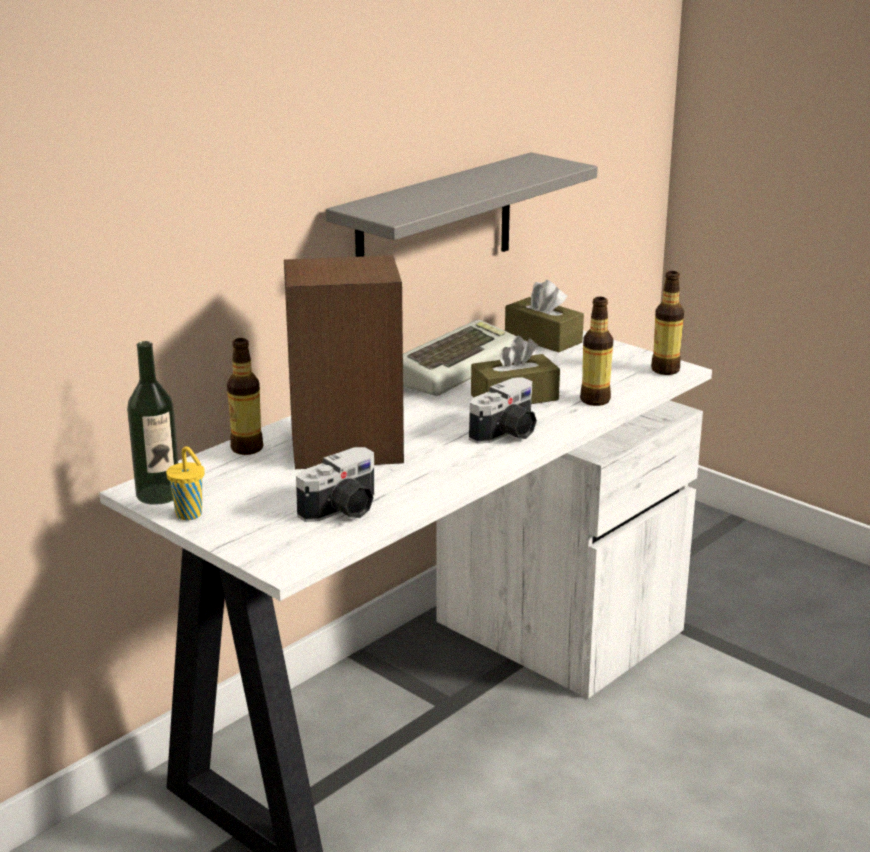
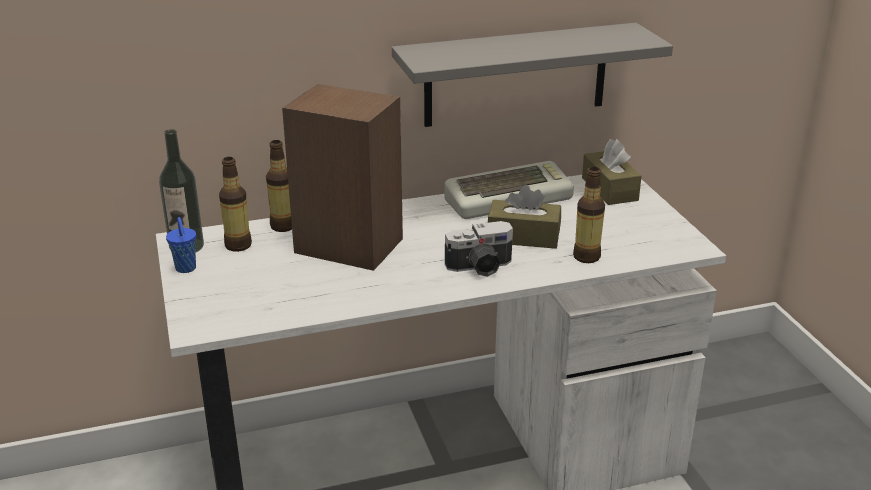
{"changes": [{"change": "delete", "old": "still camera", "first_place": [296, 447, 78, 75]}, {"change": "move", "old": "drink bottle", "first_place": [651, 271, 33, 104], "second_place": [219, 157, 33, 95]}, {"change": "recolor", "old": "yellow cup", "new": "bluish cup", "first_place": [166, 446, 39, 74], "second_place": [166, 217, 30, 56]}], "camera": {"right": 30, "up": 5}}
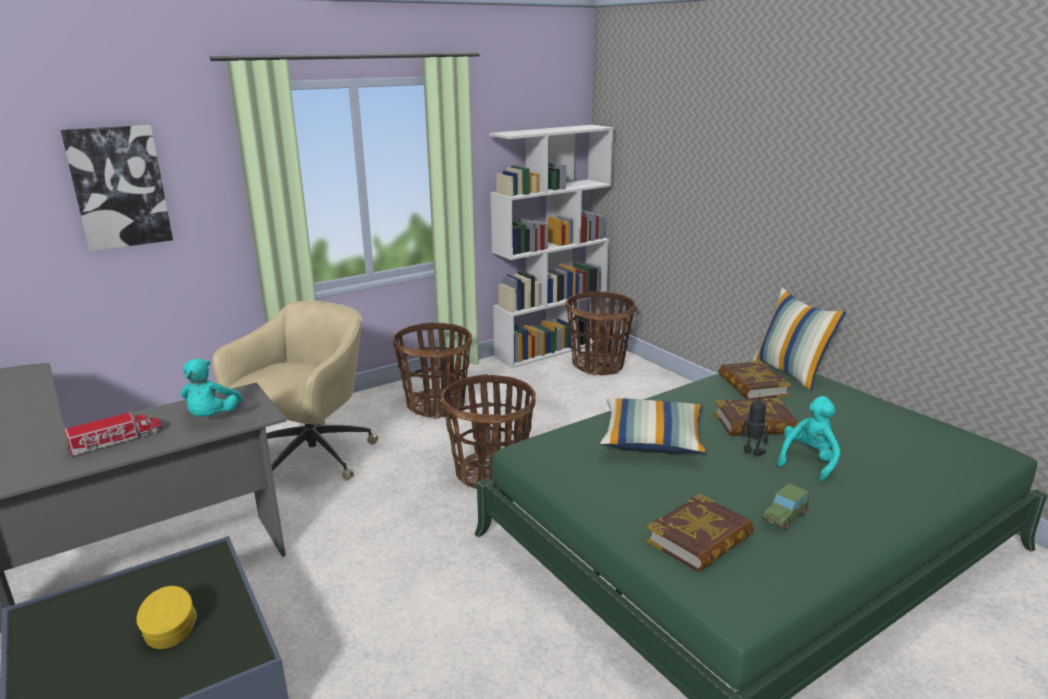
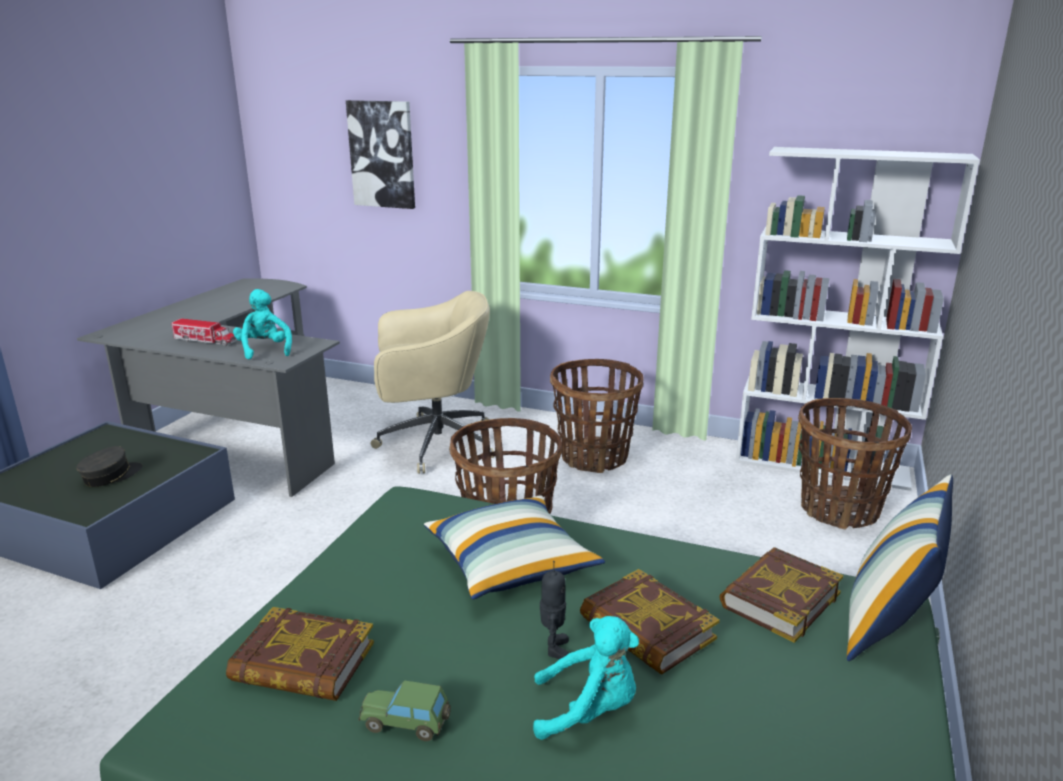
{"changes": [{"change": "recolor", "old": "yellow baseball cap", "new": "greyish baseball cap", "first_place": [137, 586, 60, 63], "second_place": [76, 446, 67, 41]}, {"change": "rotate", "old": "blue-green soft toy", "first_place": [181, 359, 63, 58], "second_place": [233, 289, 59, 71], "degrees": 105}], "camera": {"right": 55, "up": 0}}
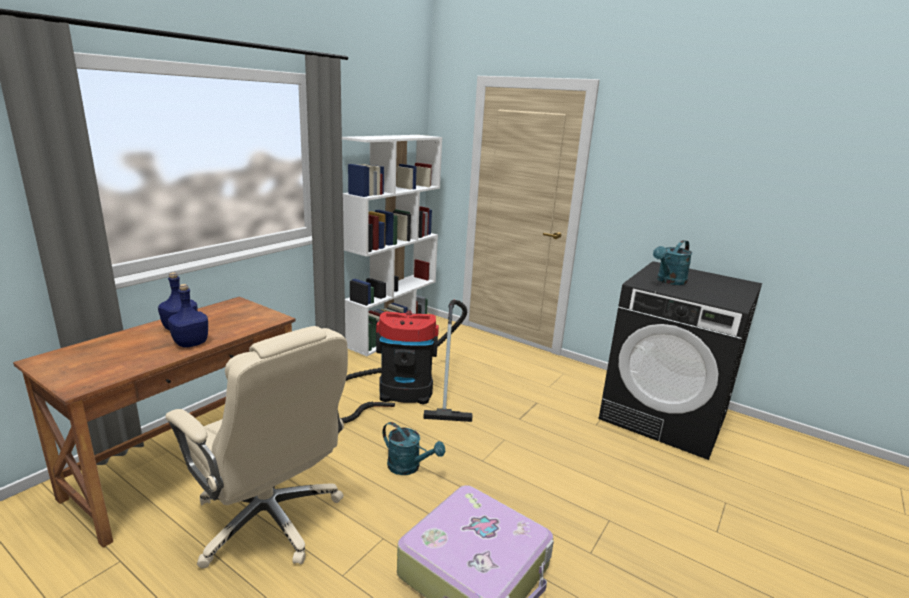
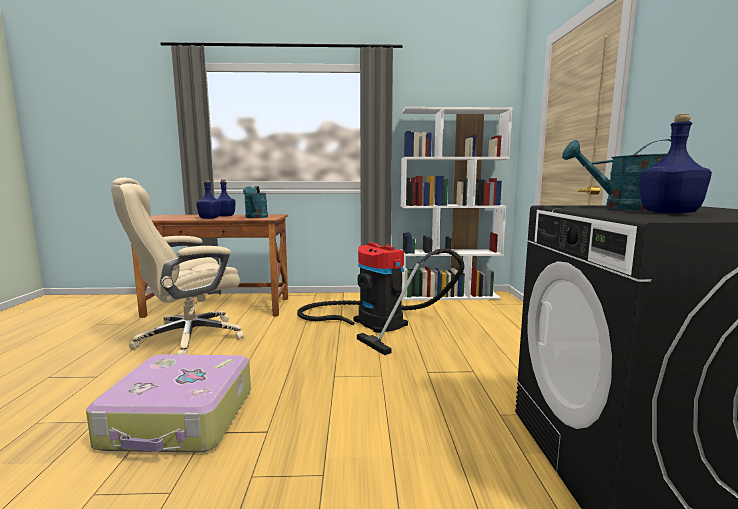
{"changes": [{"change": "insert", "new": "bluish drink bottle", "second_place": [640, 114, 72, 100]}, {"change": "move", "old": "blue-green watering can", "first_place": [382, 422, 63, 53], "second_place": [243, 186, 25, 32]}, {"change": "rotate", "old": "beige-coloured desk chair", "first_place": [165, 326, 183, 242], "second_place": [111, 178, 133, 177], "degrees": 45}], "camera": {"right": 55, "up": -10}}
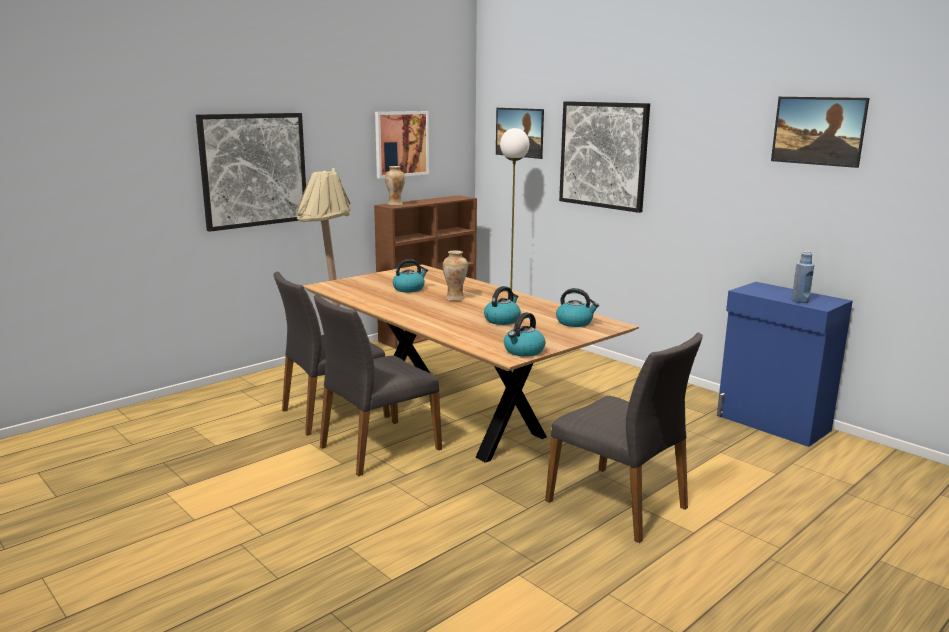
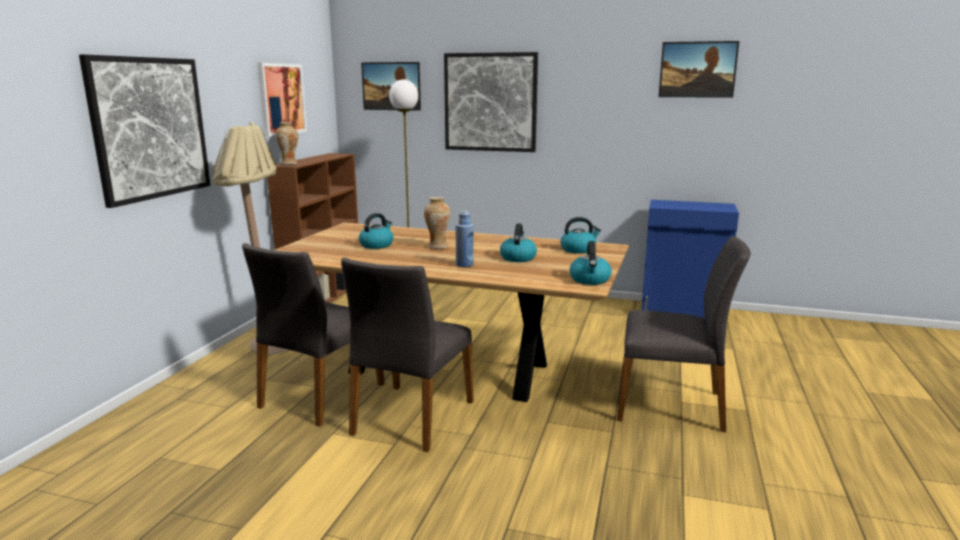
{"changes": [{"change": "move", "old": "bluish drink bottle", "first_place": [792, 251, 22, 52], "second_place": [456, 211, 18, 56]}], "camera": {"right": -30, "up": 0}}
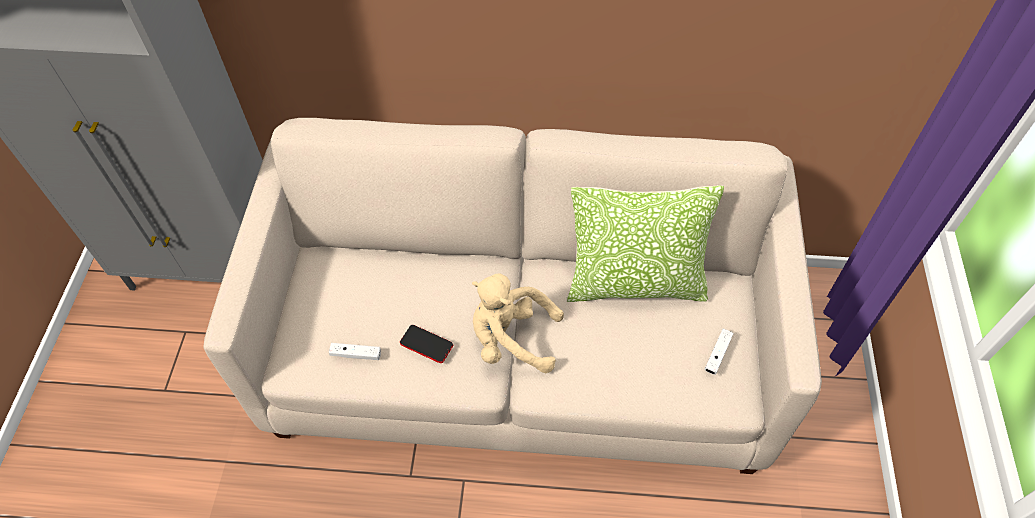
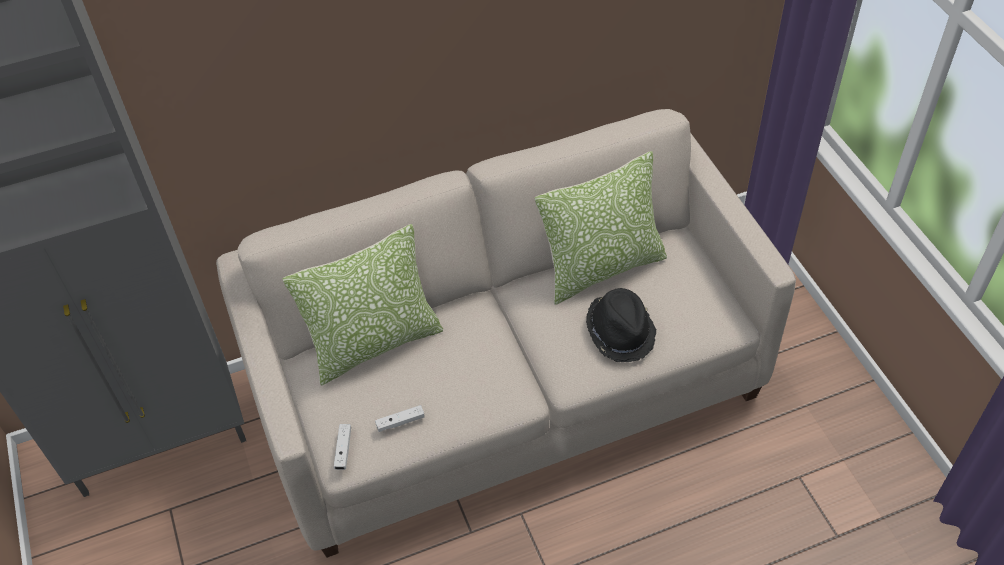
{"changes": [{"change": "delete", "old": "telephone", "first_place": [400, 325, 53, 38]}, {"change": "delete", "old": "beige-coloured soft toy", "first_place": [472, 274, 92, 99]}, {"change": "insert", "new": "cushion", "second_place": [282, 224, 161, 162]}, {"change": "insert", "new": "black hat", "second_place": [586, 288, 71, 74]}, {"change": "move", "old": "white-coloured joypad", "first_place": [704, 329, 29, 46], "second_place": [334, 424, 17, 46]}], "camera": {"right": -25, "up": -5}}
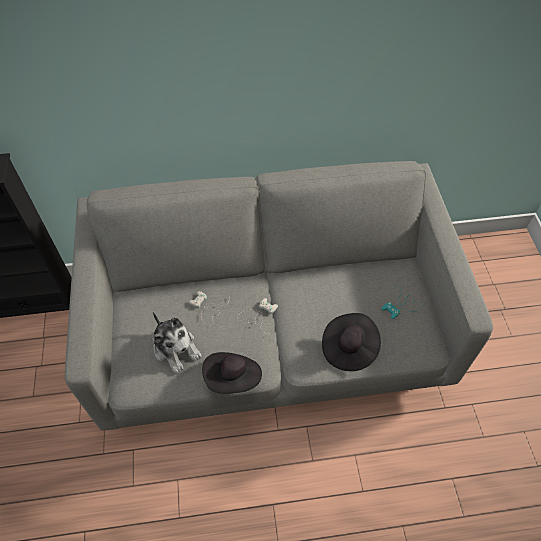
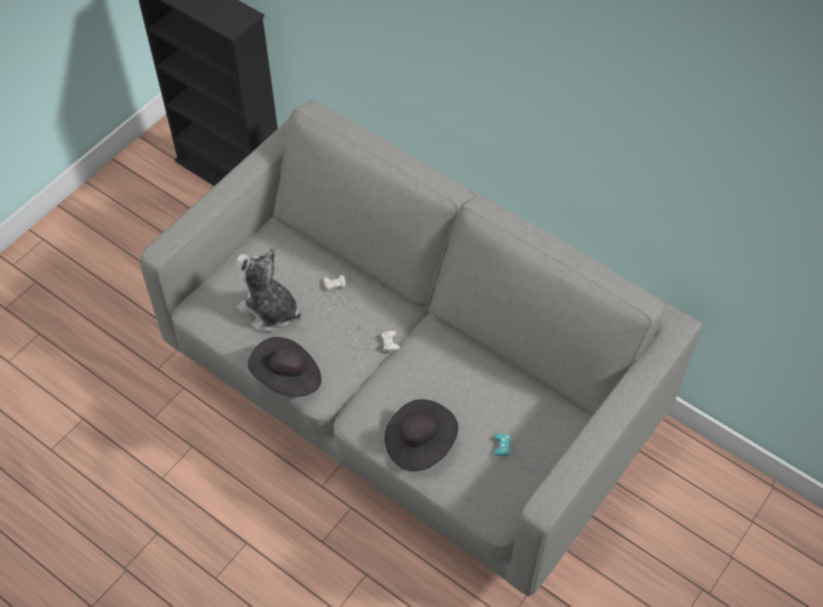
{"changes": [{"change": "rotate", "old": "soft toy", "first_place": [151, 312, 51, 62], "second_place": [236, 247, 65, 85], "degrees": 120}], "camera": {"right": 45, "up": 0}}
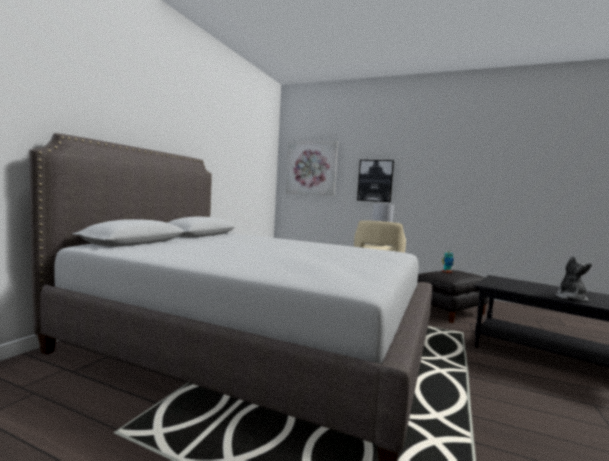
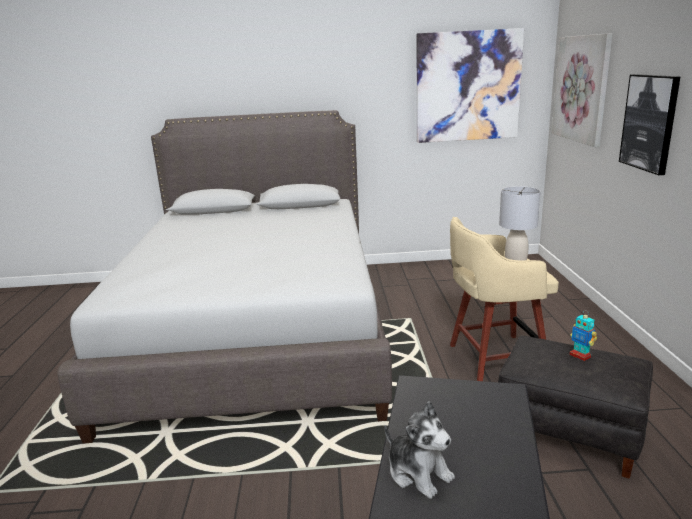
{"changes": [{"change": "insert", "new": "picture", "second_place": [417, 28, 107, 115]}, {"change": "rotate", "old": "soft toy", "first_place": [555, 256, 37, 46], "second_place": [385, 401, 70, 98], "degrees": 45}], "camera": {"right": 65, "up": 15}}
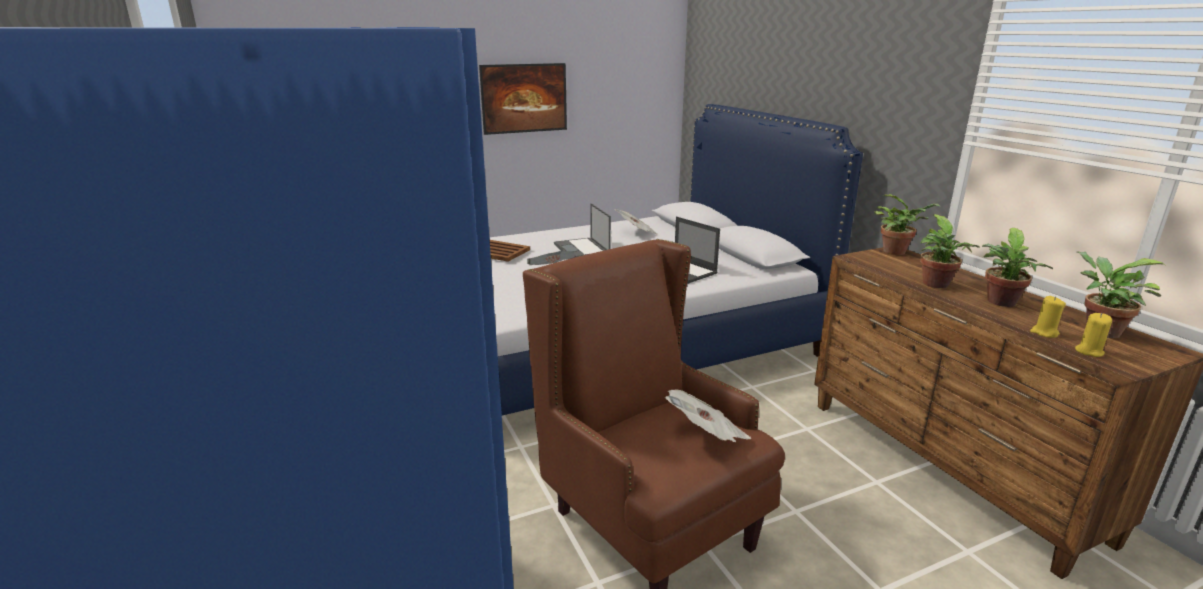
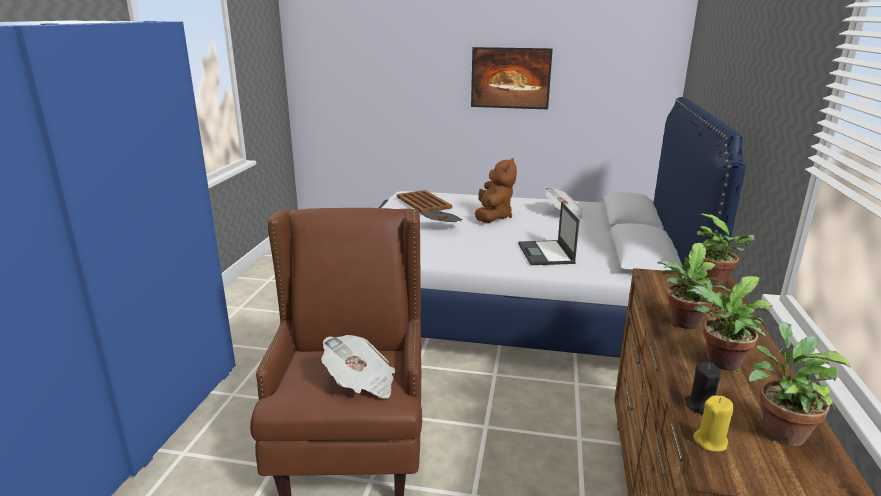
{"changes": [{"change": "replace", "old": "portable computer", "new": "brown soft toy", "first_place": [554, 203, 57, 56], "second_place": [475, 158, 42, 65]}, {"change": "recolor", "old": "yellow candle", "new": "black candle", "first_place": [1030, 296, 36, 42], "second_place": [685, 362, 36, 52]}], "camera": {"right": 35, "up": 0}}
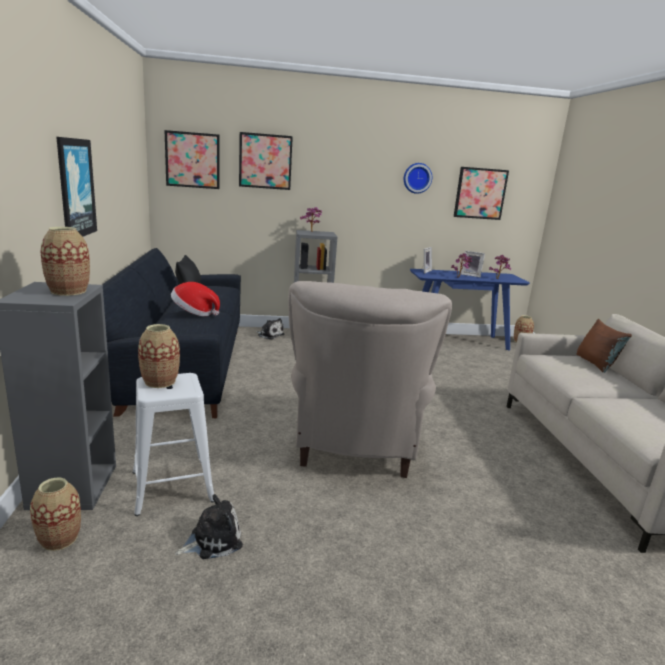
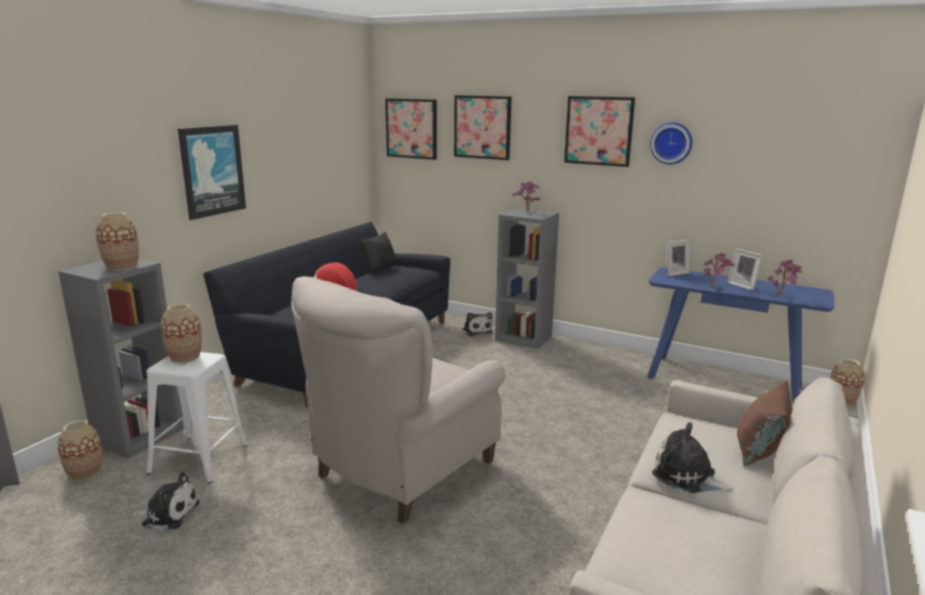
{"changes": [{"change": "insert", "new": "soft toy", "second_place": [652, 422, 82, 71]}, {"change": "move", "old": "picture", "first_place": [454, 167, 55, 53], "second_place": [564, 96, 71, 71]}], "camera": {"right": 35, "up": 0}}
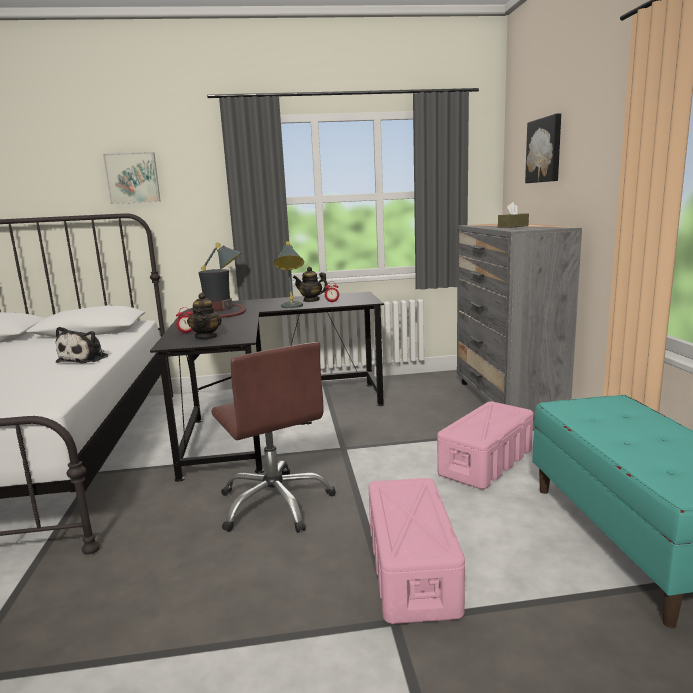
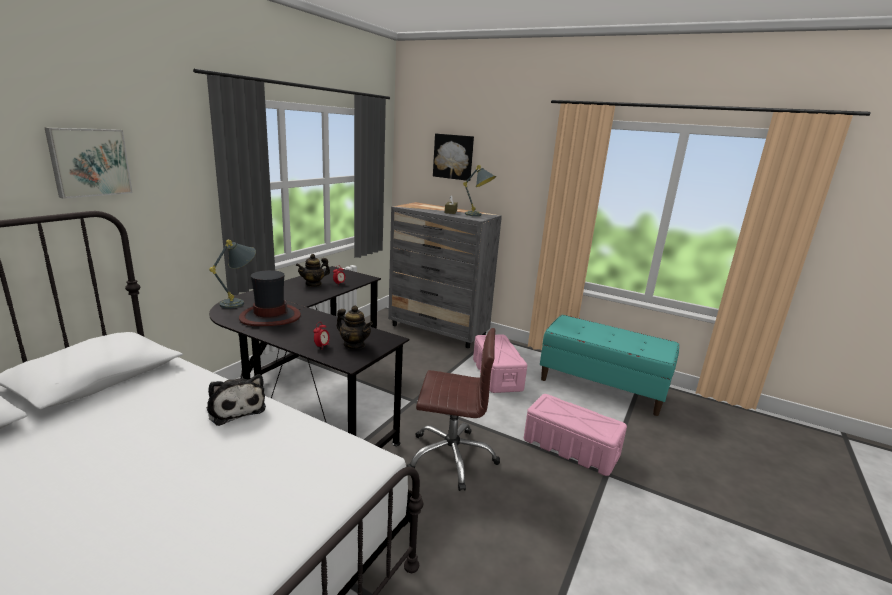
{"changes": [{"change": "move", "old": "greyish tabletop lamp", "first_place": [274, 241, 30, 67], "second_place": [463, 165, 33, 51]}], "camera": {"right": -55, "up": 5}}
